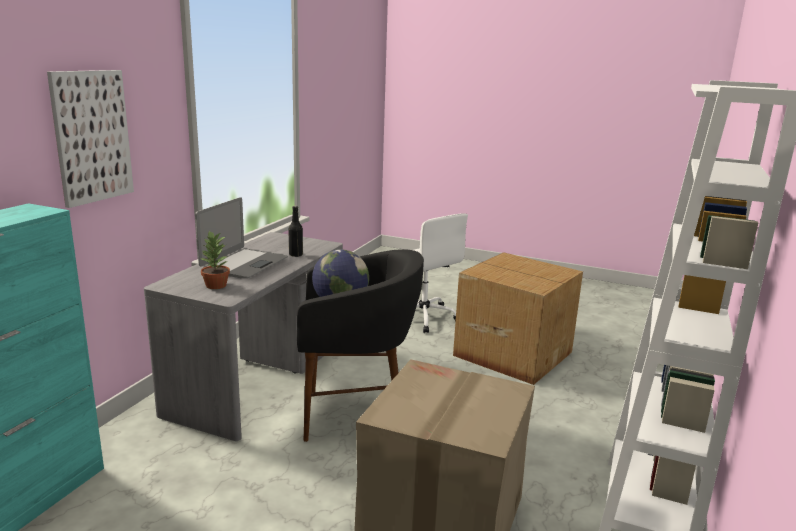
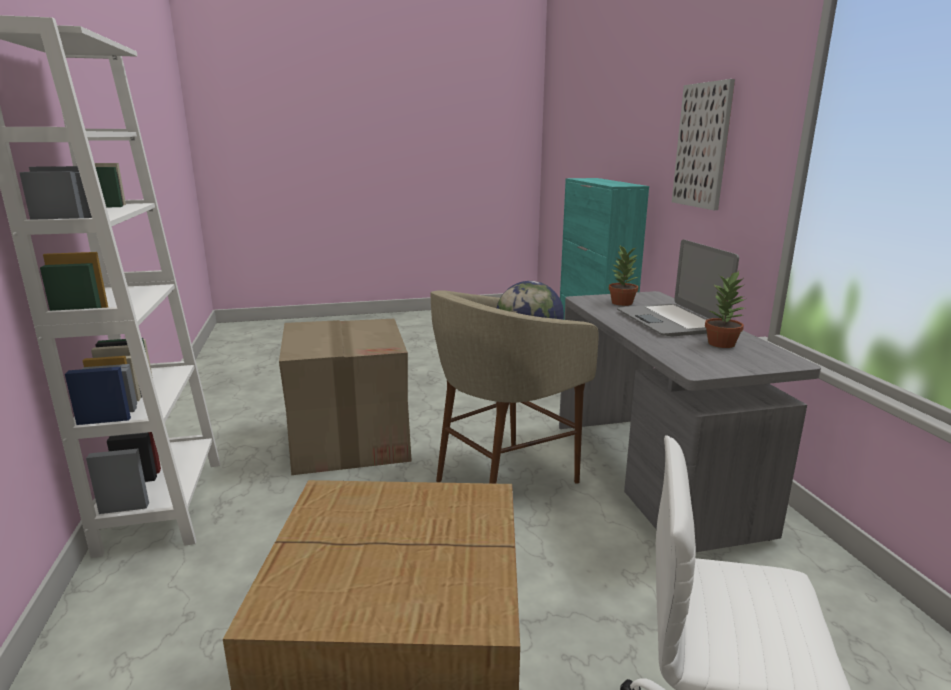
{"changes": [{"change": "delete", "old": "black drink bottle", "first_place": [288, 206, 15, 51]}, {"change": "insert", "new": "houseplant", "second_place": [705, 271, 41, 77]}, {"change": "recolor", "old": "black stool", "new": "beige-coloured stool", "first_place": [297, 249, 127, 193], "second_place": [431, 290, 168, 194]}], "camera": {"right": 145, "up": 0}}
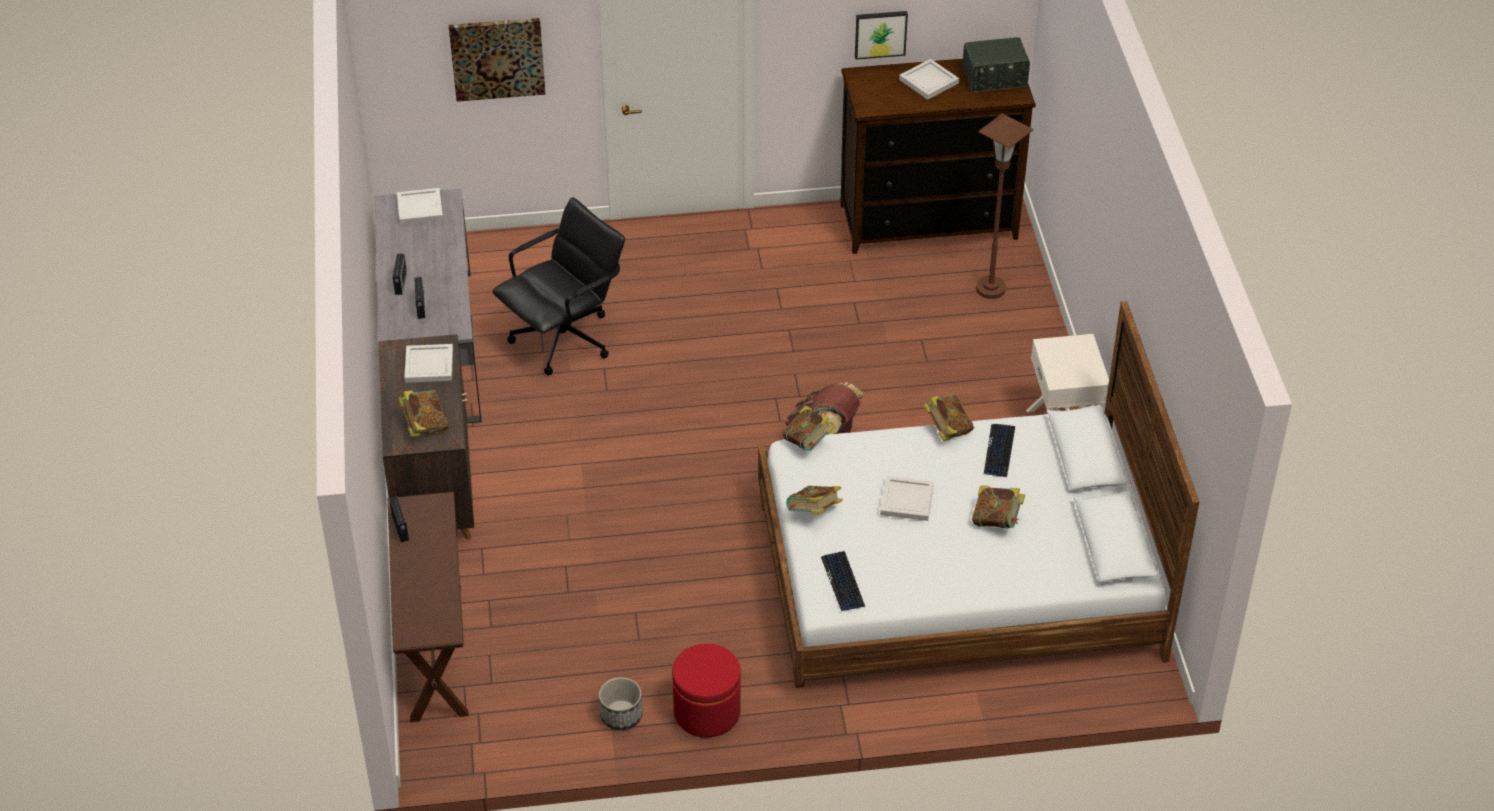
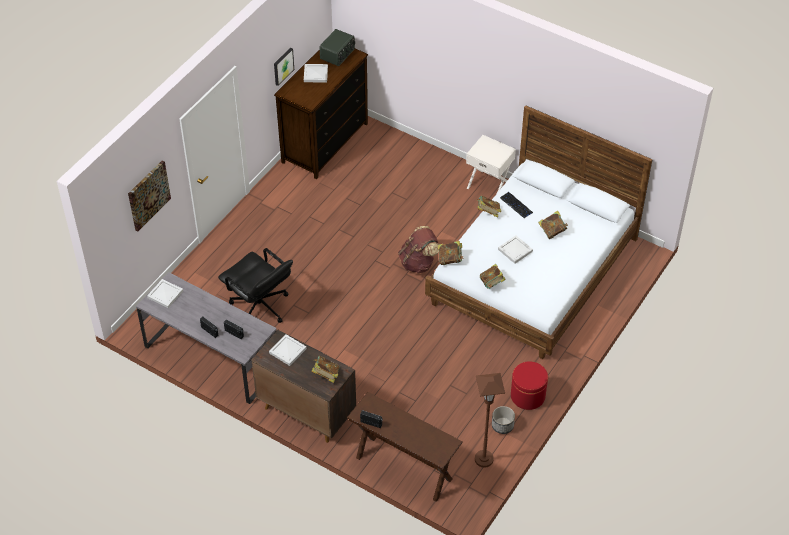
{"changes": [{"change": "delete", "old": "computer keyboard", "first_place": [821, 551, 44, 60]}, {"change": "move", "old": "brown standing lamp", "first_place": [976, 113, 58, 186], "second_place": [475, 373, 30, 95]}, {"change": "rotate", "old": "black desk chair", "first_place": [492, 197, 133, 178], "second_place": [218, 248, 75, 75], "degrees": 135}], "camera": {"right": -50, "up": 5}}
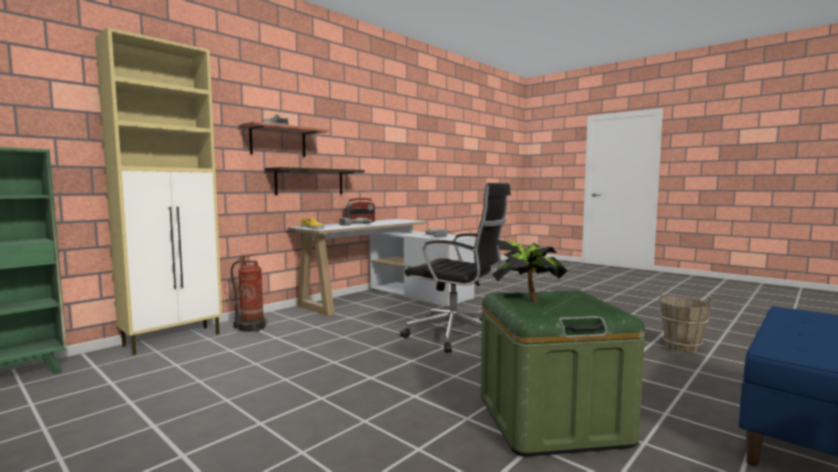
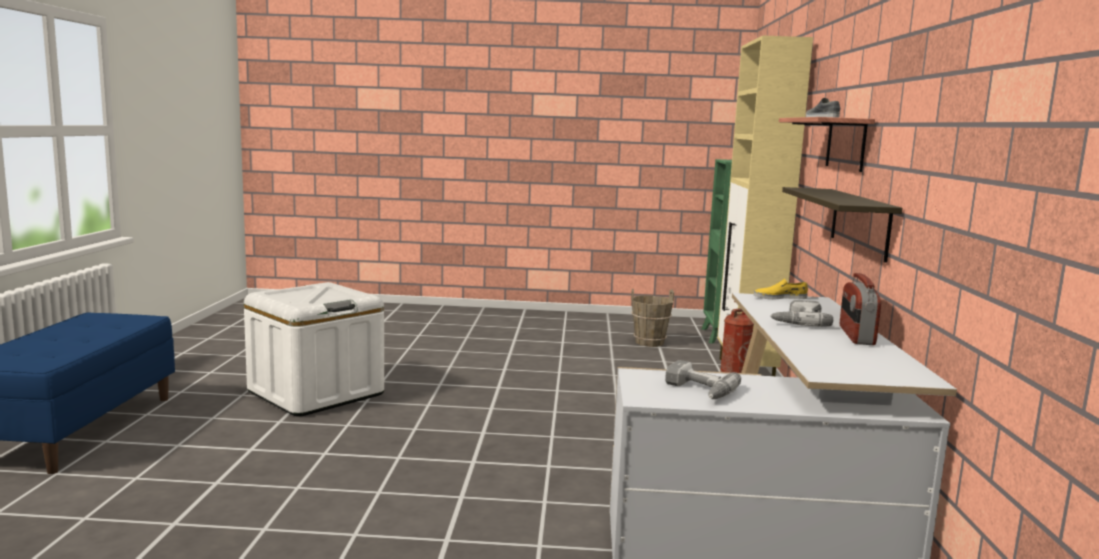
{"changes": [{"change": "delete", "old": "black desk chair", "first_place": [400, 183, 111, 170]}, {"change": "delete", "old": "houseplant", "first_place": [492, 240, 76, 63]}, {"change": "move", "old": "brown bucket", "first_place": [660, 289, 52, 64], "second_place": [631, 289, 43, 58]}, {"change": "recolor", "old": "green-coloured storage container", "new": "white-coloured storage container", "first_place": [481, 290, 164, 167], "second_place": [244, 282, 140, 134]}], "camera": {"right": 140, "up": 5}}
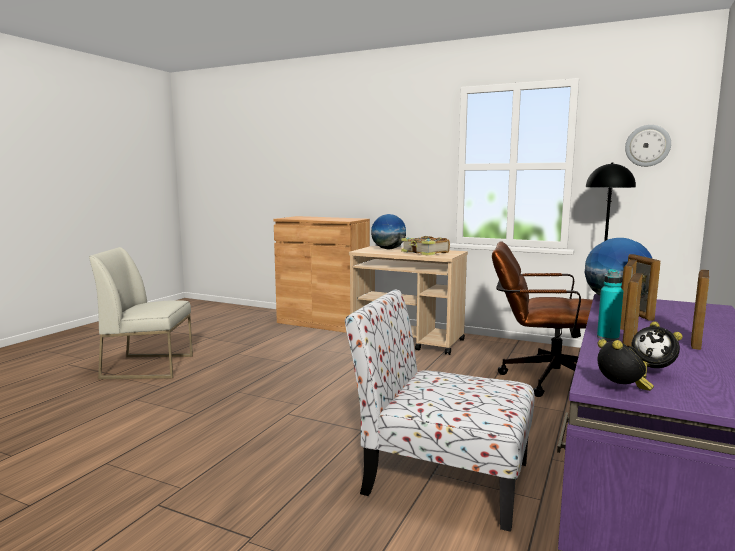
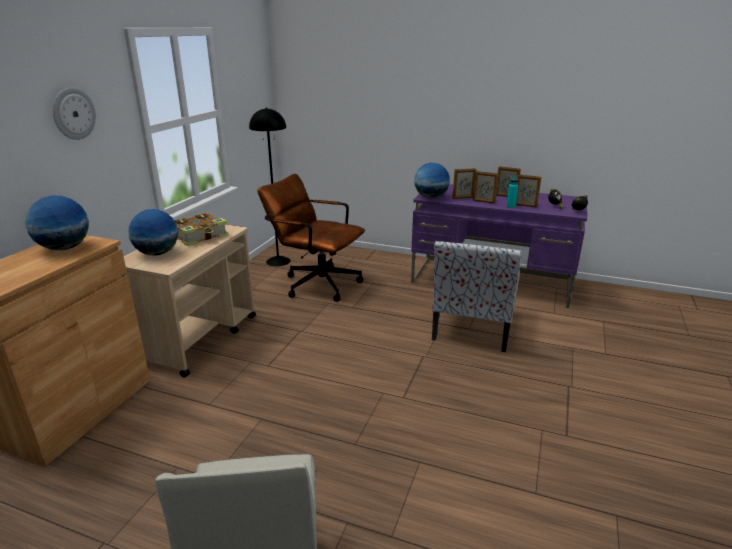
{"changes": [{"change": "insert", "new": "world globe", "second_place": [25, 196, 64, 54]}, {"change": "move", "old": "clock on the wall", "first_place": [625, 125, 46, 42], "second_place": [53, 88, 43, 52]}, {"change": "rotate", "old": "brown desk chair", "first_place": [492, 241, 101, 156], "second_place": [257, 174, 108, 128], "degrees": 105}], "camera": {"right": -95, "up": 15}}
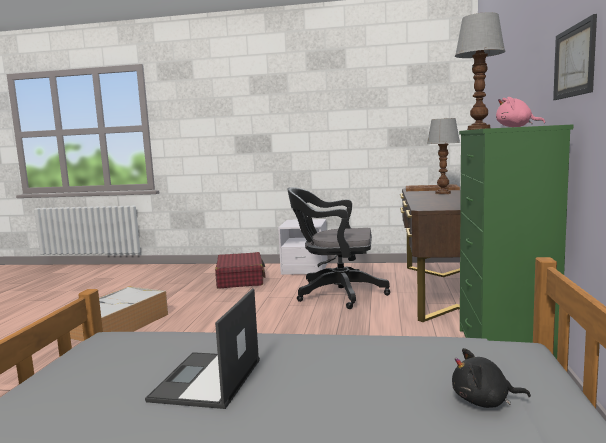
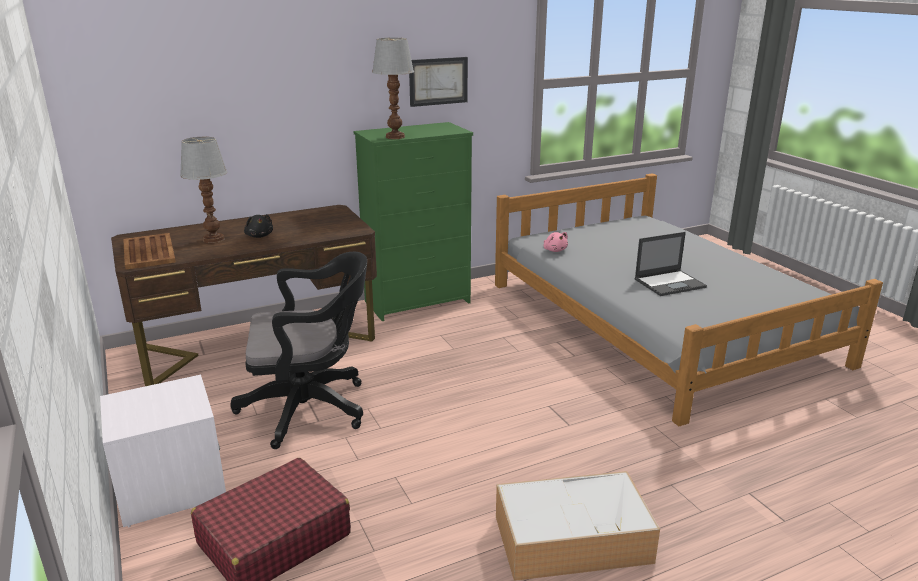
{"changes": [{"change": "move", "old": "black soft toy", "first_place": [452, 348, 79, 60], "second_place": [244, 214, 29, 24]}, {"change": "move", "old": "pinkish soft toy", "first_place": [496, 97, 49, 30], "second_place": [544, 232, 24, 20]}, {"change": "rotate", "old": "black desk chair", "first_place": [287, 187, 103, 122], "second_place": [230, 252, 137, 197], "degrees": -75}], "camera": {"right": -125, "up": 15}}
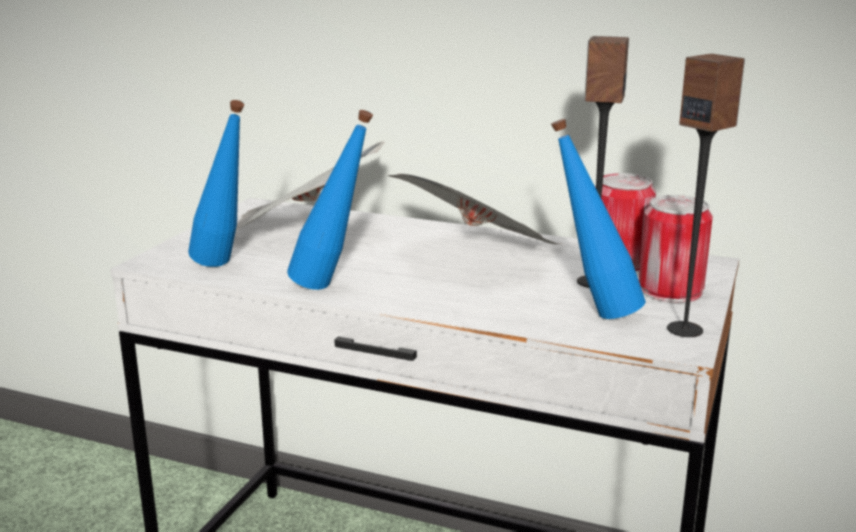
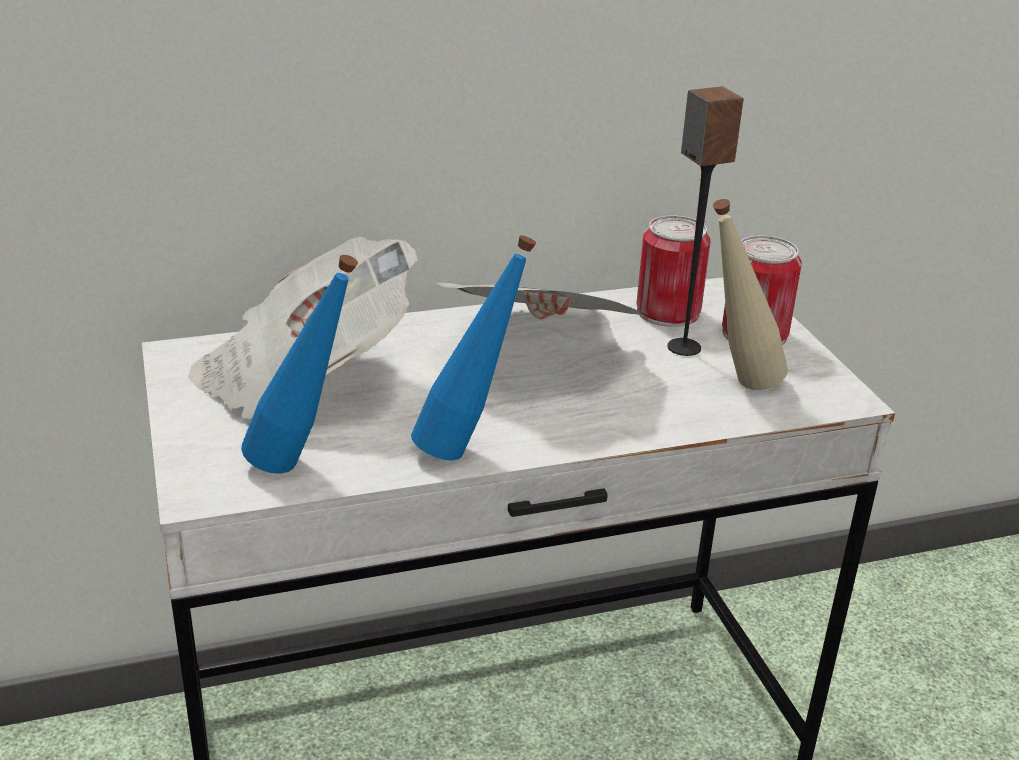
{"changes": [{"change": "delete", "old": "loudspeaker", "first_place": [667, 54, 78, 283]}, {"change": "recolor", "old": "bluish drink bottle", "new": "beige-coloured drink bottle", "first_place": [551, 119, 95, 200], "second_place": [713, 199, 75, 191]}], "camera": {"right": -40, "up": 10}}
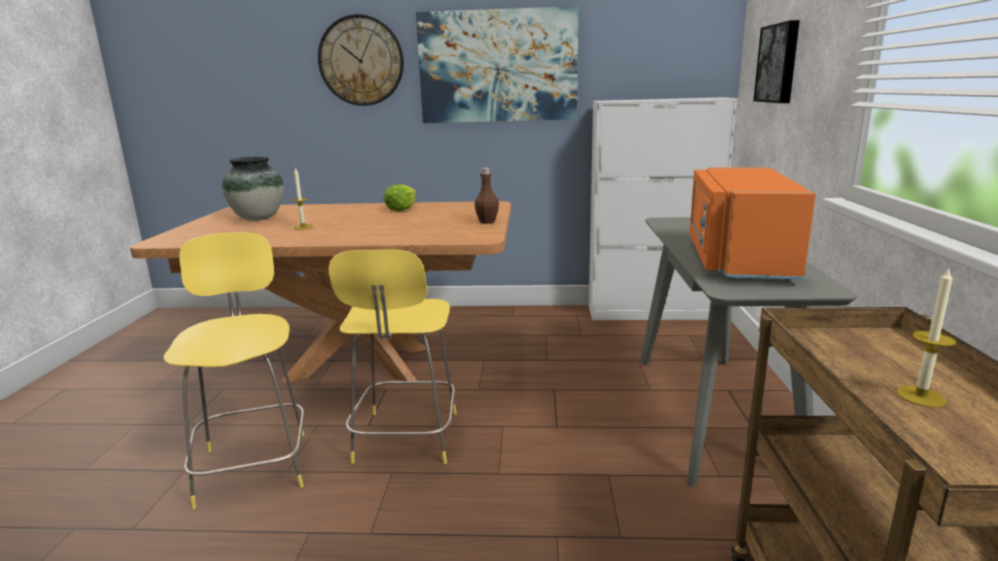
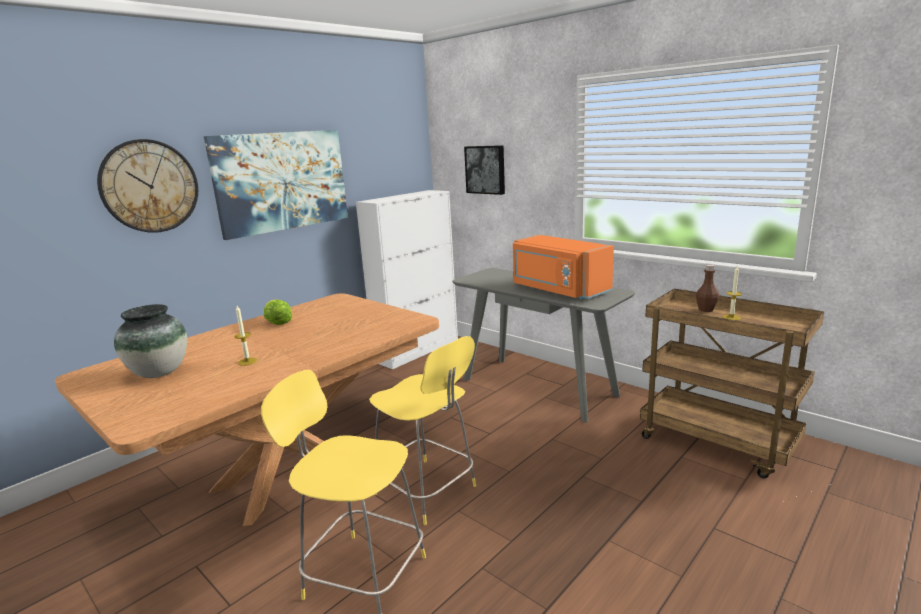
{"changes": [{"change": "move", "old": "brown drink bottle", "first_place": [475, 168, 24, 56], "second_place": [696, 264, 23, 48]}], "camera": {"right": -50, "up": 0}}
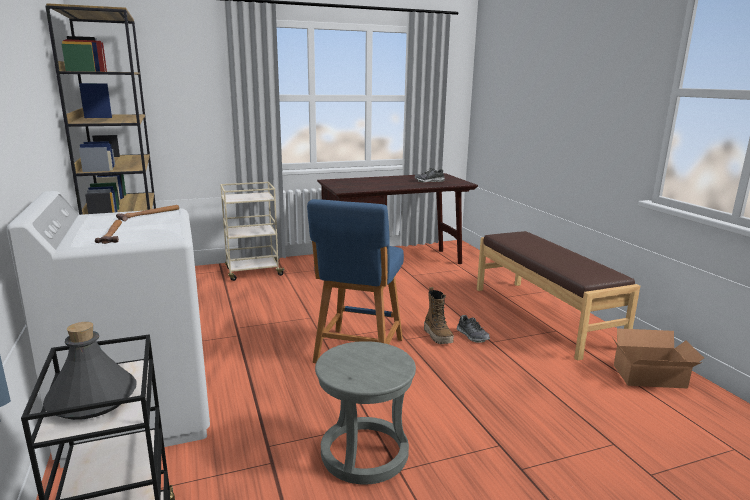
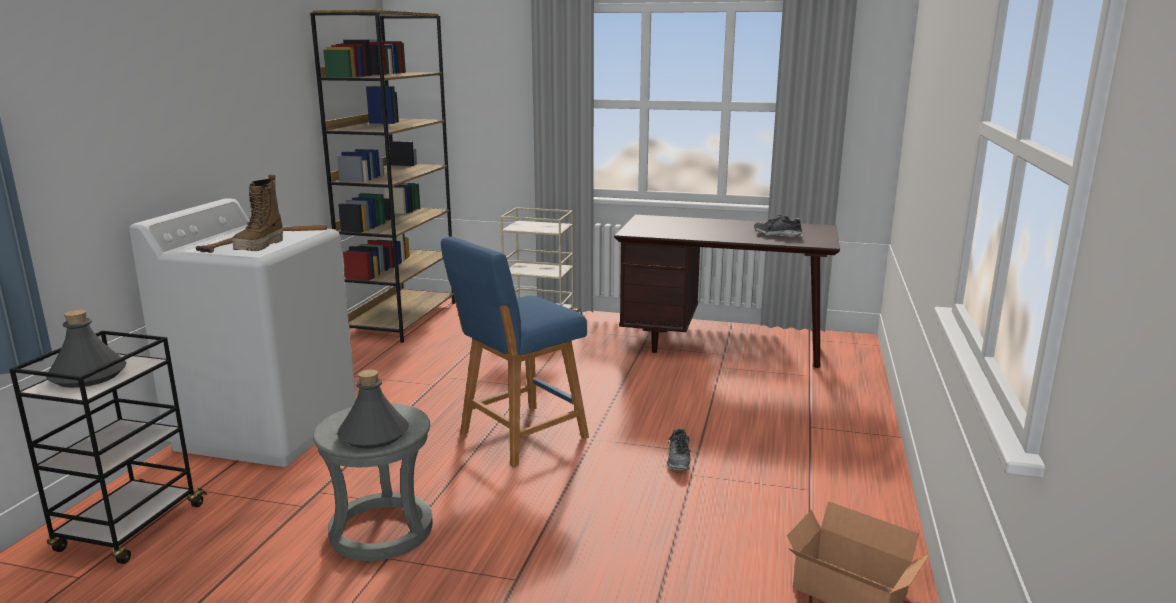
{"changes": [{"change": "delete", "old": "brown long seat", "first_place": [477, 231, 163, 130]}, {"change": "insert", "new": "greyish drink bottle", "second_place": [337, 370, 72, 79]}, {"change": "move", "old": "high-top boot", "first_place": [424, 287, 30, 57], "second_place": [232, 175, 51, 76]}], "camera": {"right": 35, "up": 0}}
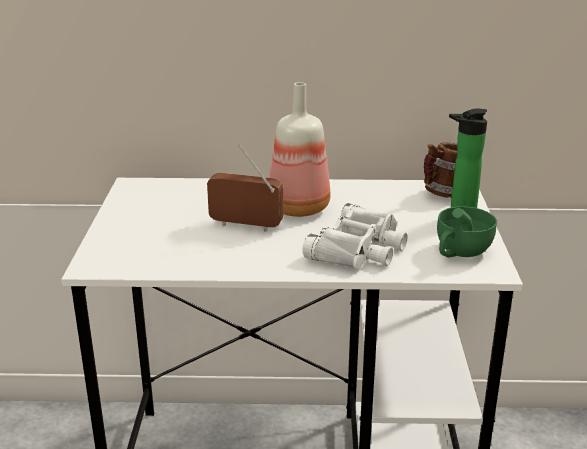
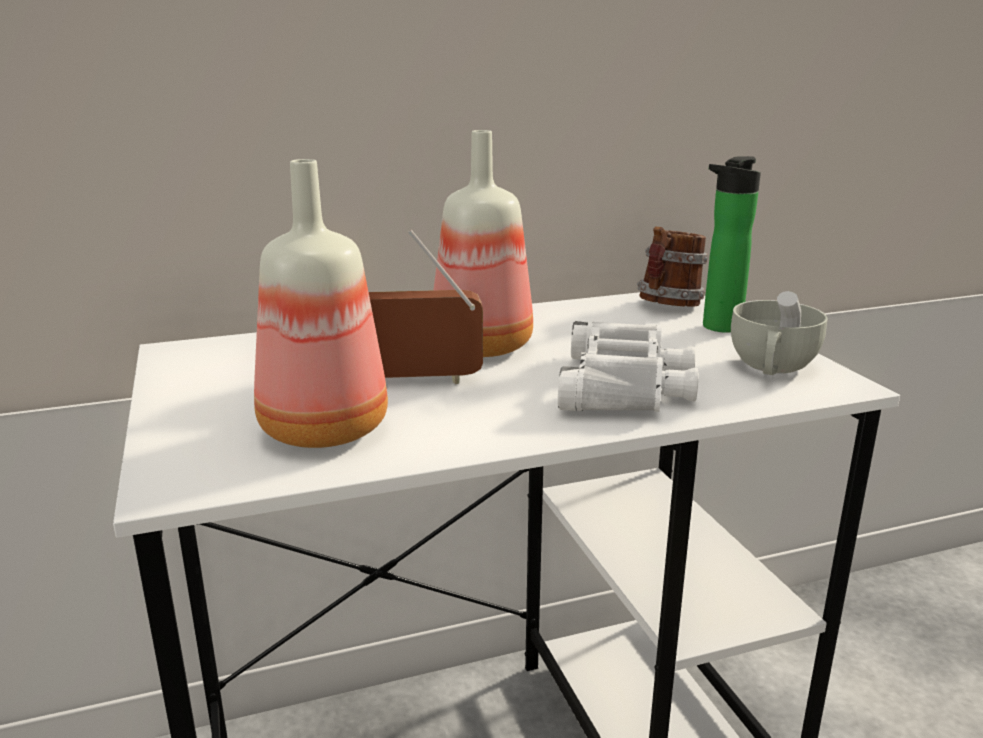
{"changes": [{"change": "insert", "new": "drink bottle", "second_place": [254, 159, 134, 289]}, {"change": "recolor", "old": "green-coloured cup", "new": "white-coloured cup", "first_place": [437, 206, 60, 52], "second_place": [731, 291, 96, 84]}], "camera": {"right": -20, "up": -5}}
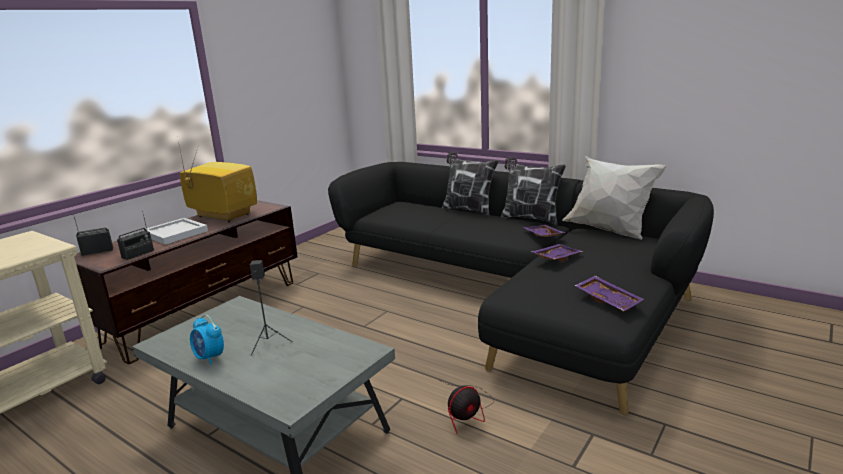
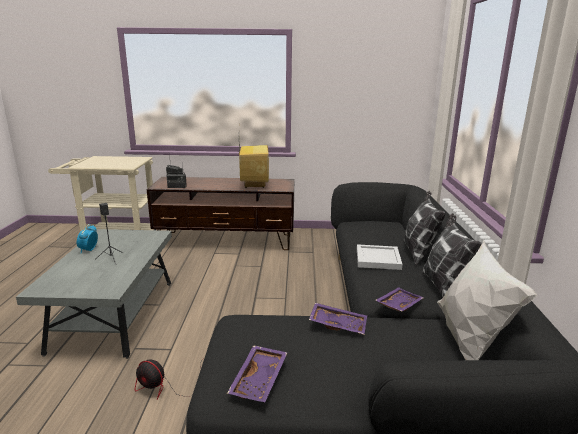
{"changes": [{"change": "move", "old": "white-coloured tray", "first_place": [142, 218, 66, 27], "second_place": [357, 244, 45, 26]}], "camera": {"right": 55, "up": 0}}
